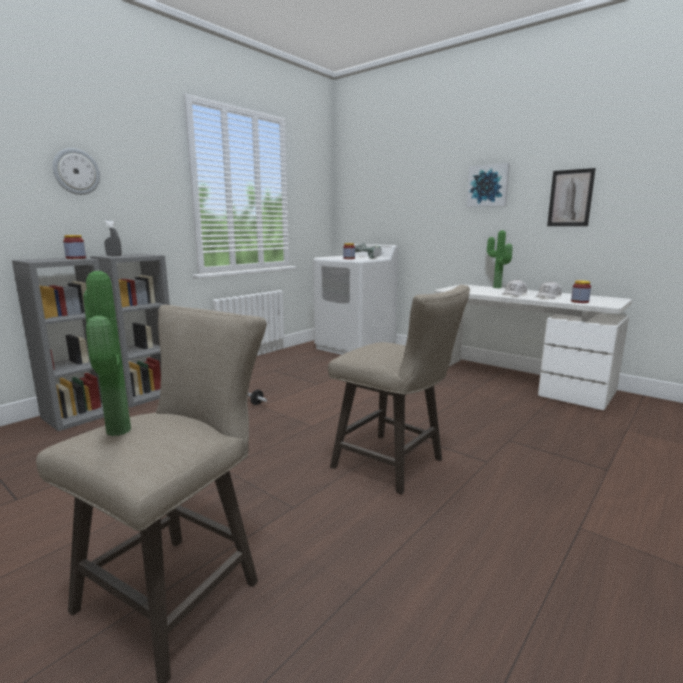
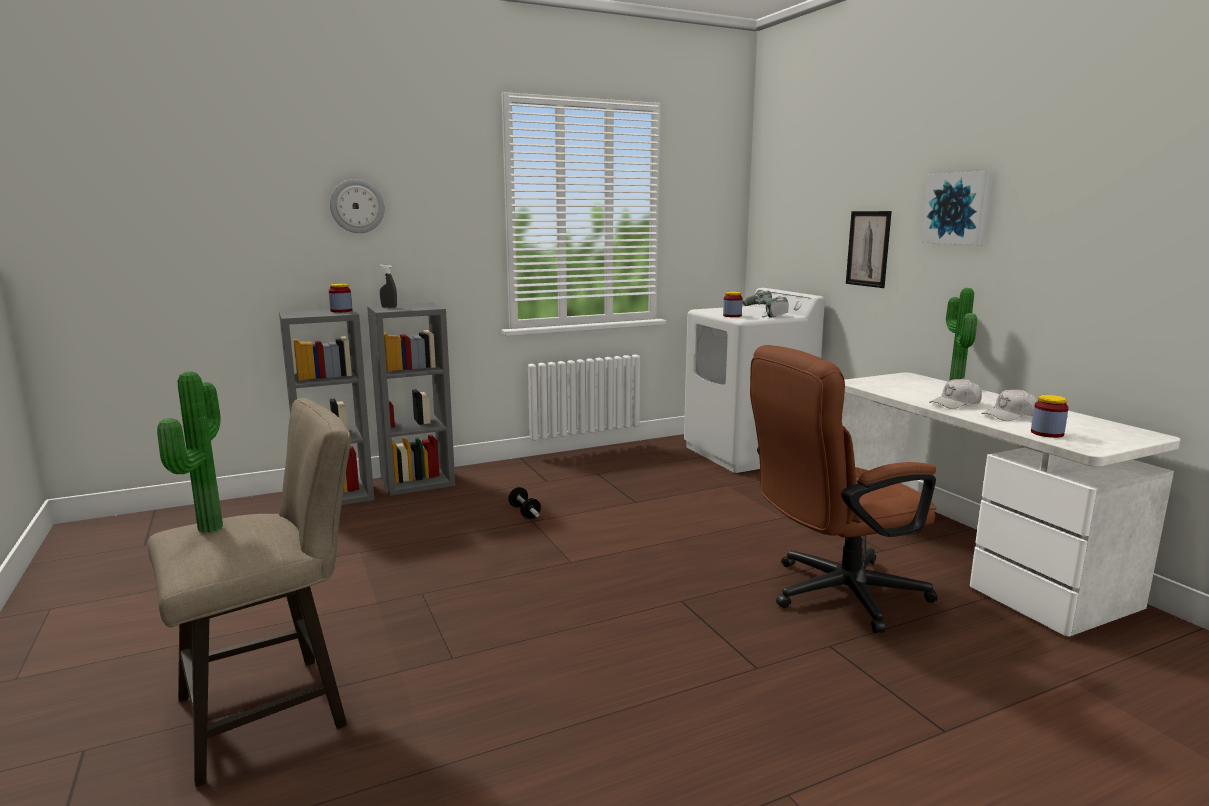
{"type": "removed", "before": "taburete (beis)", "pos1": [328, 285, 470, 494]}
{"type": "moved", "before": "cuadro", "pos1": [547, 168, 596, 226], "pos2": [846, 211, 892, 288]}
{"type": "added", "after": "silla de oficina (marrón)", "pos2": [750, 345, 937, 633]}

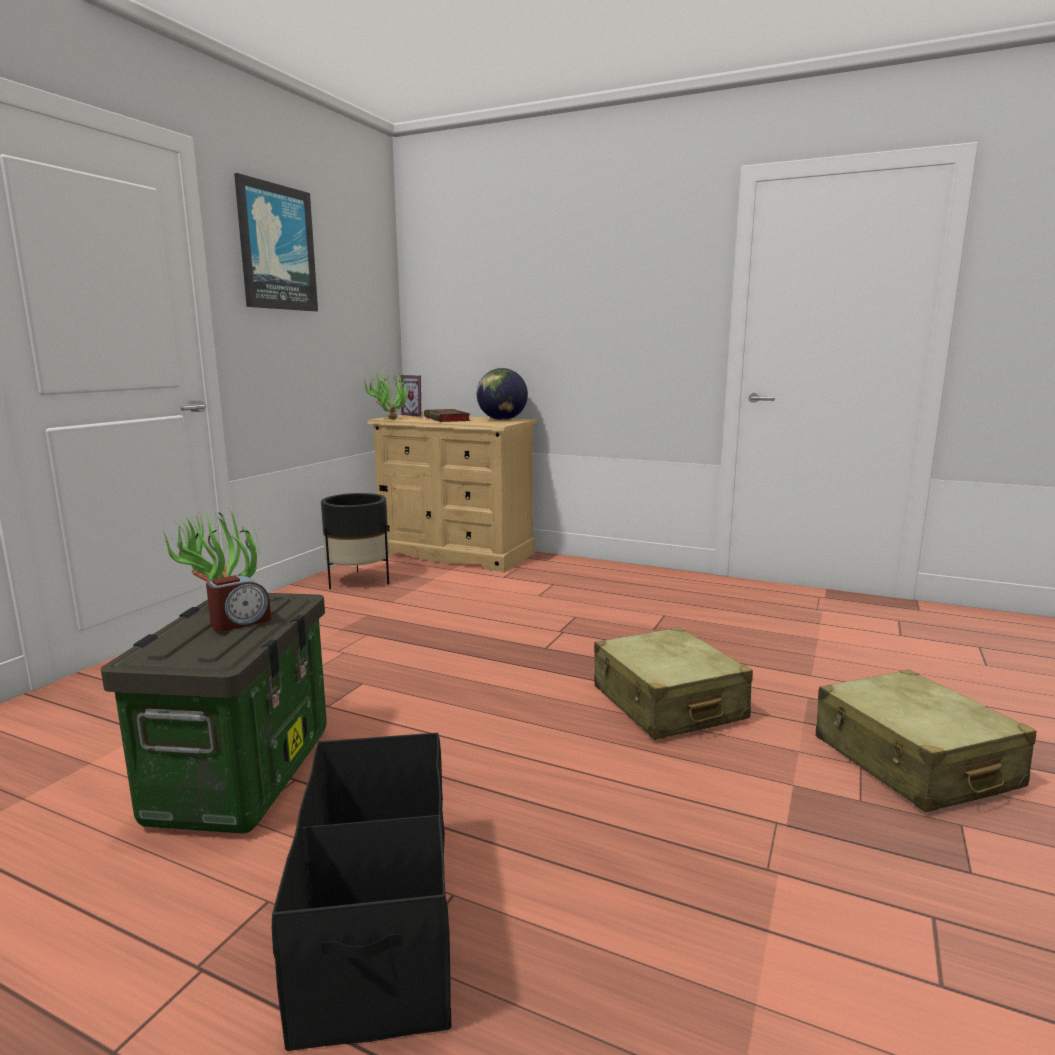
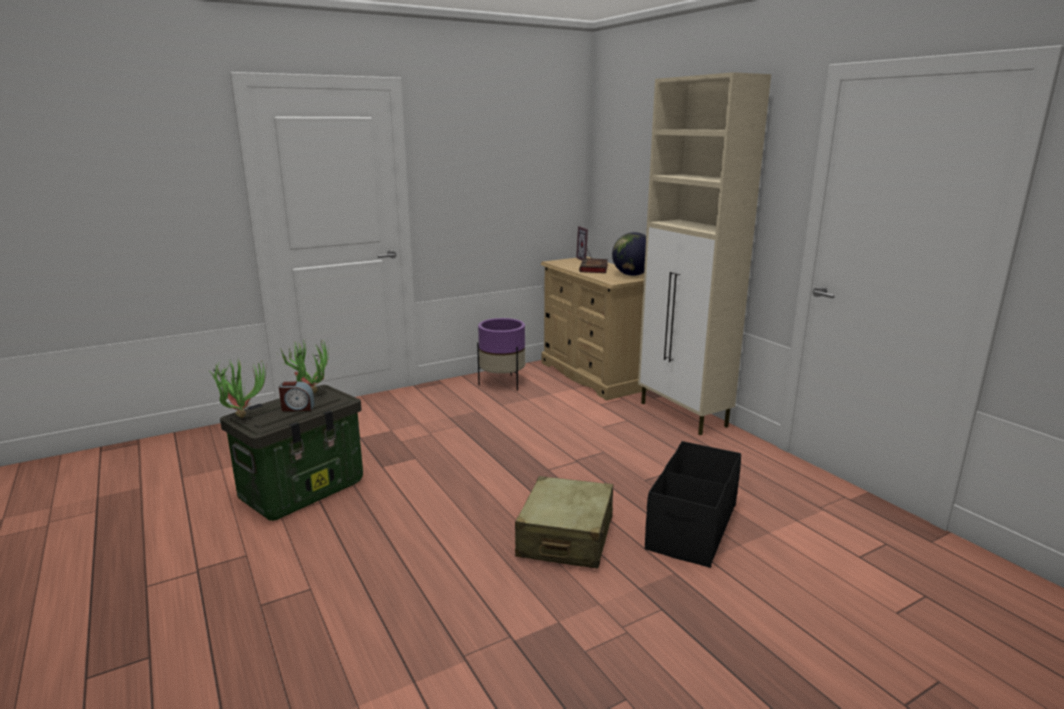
{"type": "removed", "before": "cuadro", "pos1": [234, 173, 318, 311]}
{"type": "moved", "before": "caja de almacenaje (negro)", "pos1": [272, 733, 452, 1051], "pos2": [645, 441, 741, 568]}
{"type": "recoloured", "before": "maceta (negro)", "after": "maceta (morado)", "pos1": [321, 493, 389, 589], "pos2": [477, 318, 525, 391]}
{"type": "moved", "before": "planta en maceta", "pos1": [364, 368, 407, 420], "pos2": [208, 360, 266, 418]}
{"type": "removed", "before": "maleta (beis)", "pos1": [816, 670, 1037, 812]}
{"type": "added", "after": "armario (beis)", "pos2": [638, 72, 771, 435]}

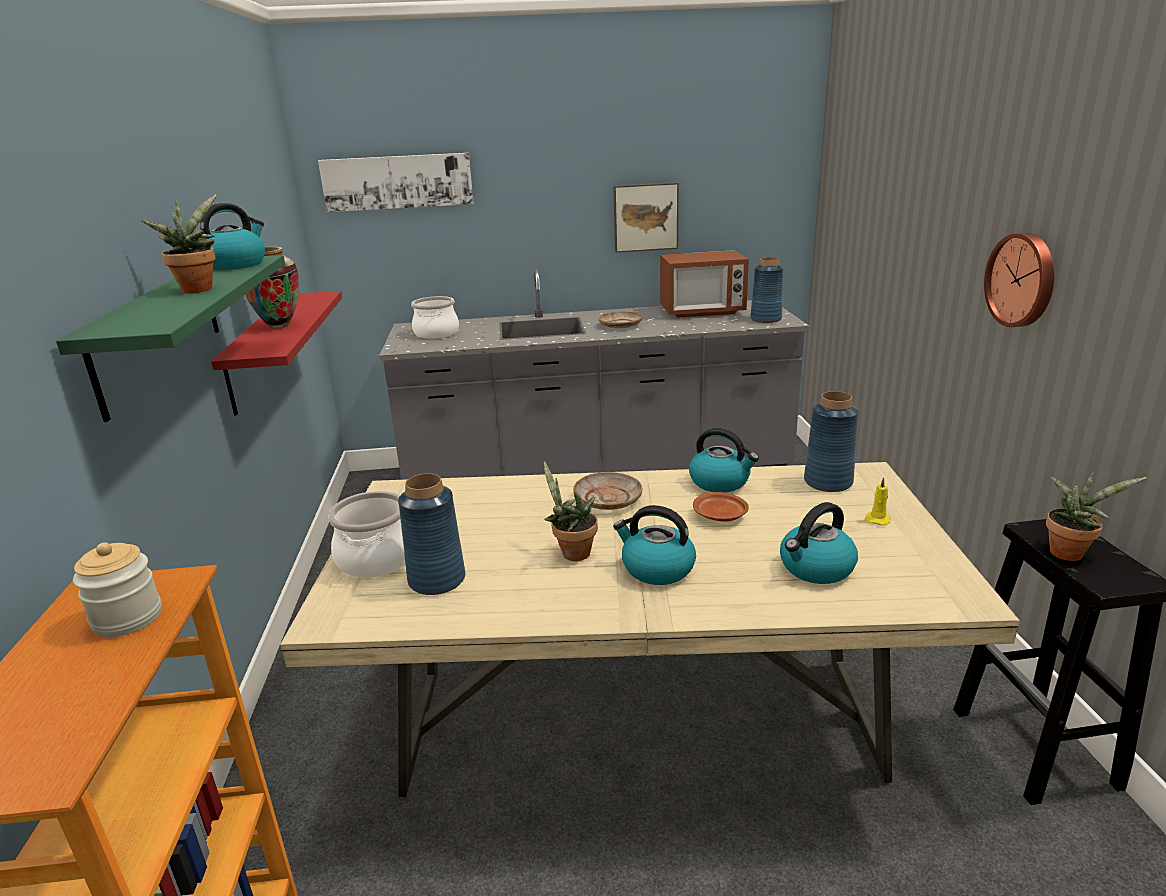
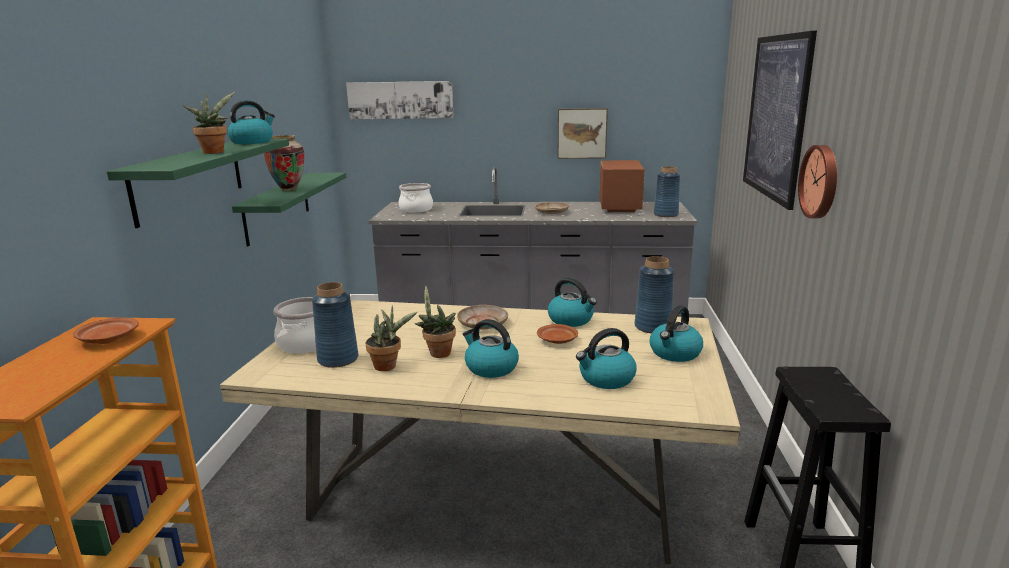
{"type": "replaced", "before": "tarro", "after": "plato (marrón)", "pos1": [73, 542, 162, 637], "pos2": [73, 317, 139, 344]}
{"type": "recoloured", "before": "estante (rojo)", "after": "estante (verde)", "pos1": [211, 291, 342, 416], "pos2": [232, 173, 346, 247]}
{"type": "turned", "before": "microondas", "pos1": [660, 250, 749, 318], "pos2": [599, 160, 645, 212], "turn": -90}
{"type": "replaced", "before": "vela (amarillo)", "after": "hervidor", "pos1": [865, 477, 891, 525], "pos2": [650, 305, 703, 362]}
{"type": "moved", "before": "planta en maceta", "pos1": [1046, 471, 1147, 561], "pos2": [365, 305, 417, 371]}
{"type": "added", "after": "cuadro", "pos2": [743, 31, 817, 210]}

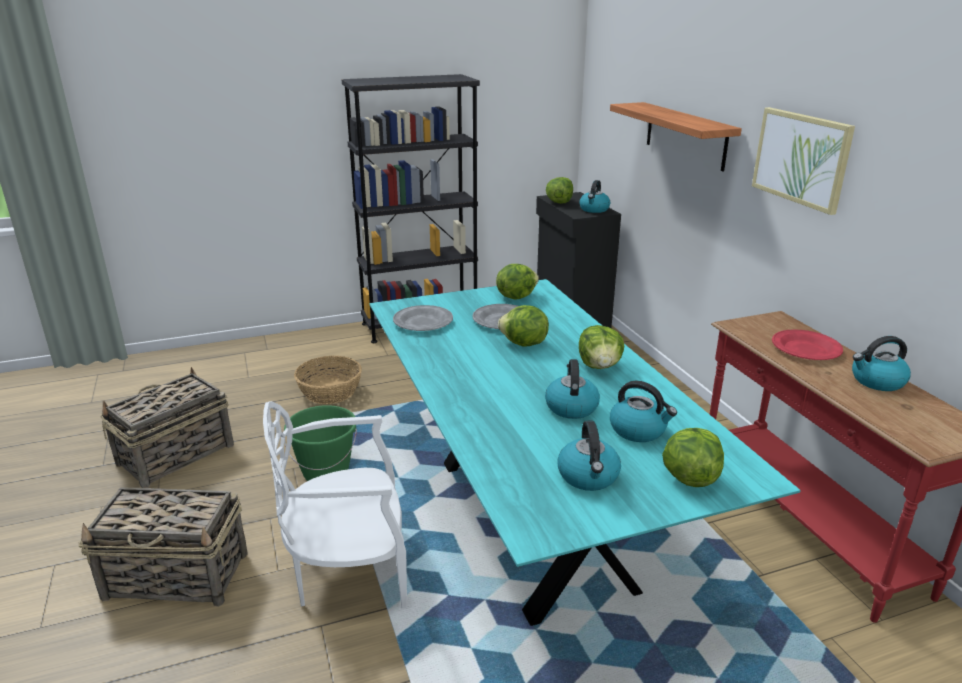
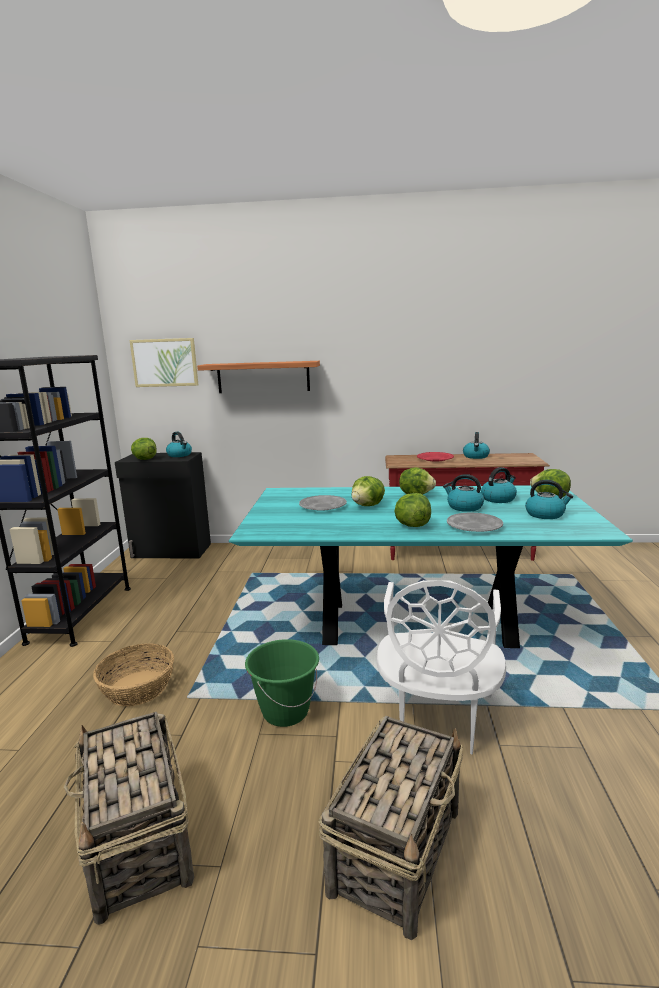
{"type": "moved", "before": "plato (gris)", "pos1": [393, 305, 453, 331], "pos2": [447, 513, 503, 532]}
{"type": "moved", "before": "lechuga", "pos1": [496, 264, 539, 300], "pos2": [394, 493, 431, 527]}
{"type": "moved", "before": "cuadro", "pos1": [752, 107, 855, 215], "pos2": [130, 338, 198, 387]}

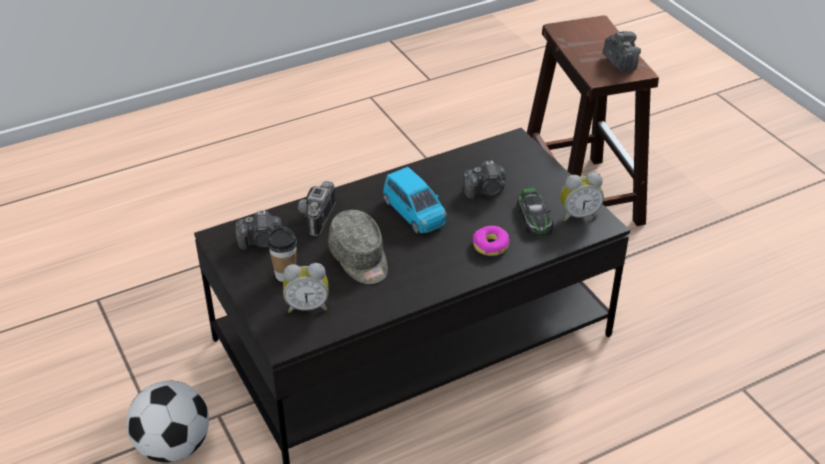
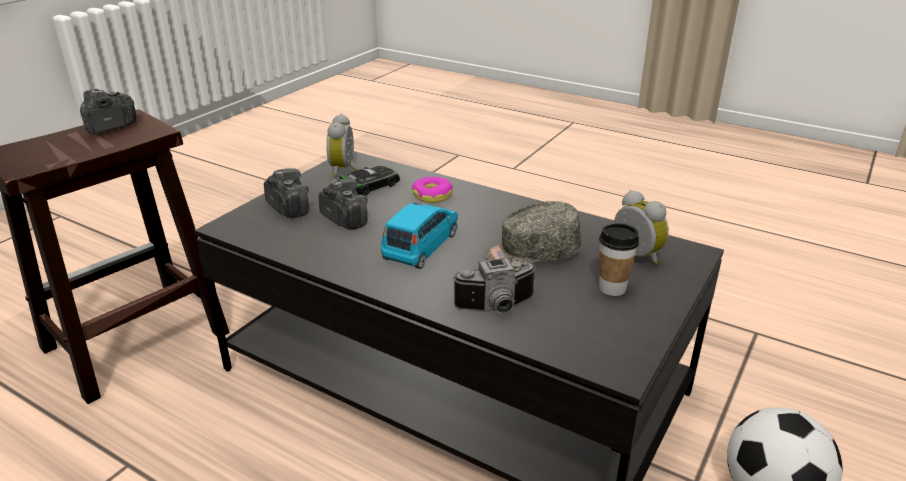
{"type": "moved", "before": "cámara", "pos1": [235, 210, 282, 250], "pos2": [264, 168, 309, 218]}
{"type": "turned", "before": "gorra (gris)", "pos1": [328, 210, 388, 284], "pos2": [484, 201, 581, 263], "turn": -135}
{"type": "turned", "before": "despertador", "pos1": [560, 172, 604, 221], "pos2": [326, 114, 357, 177], "turn": -135}

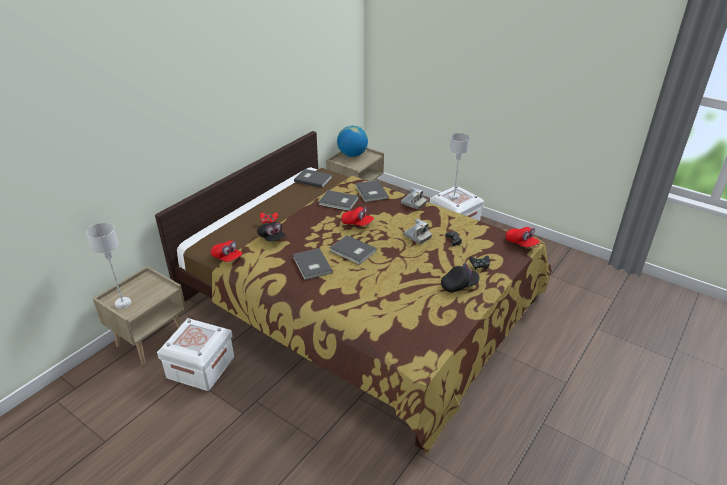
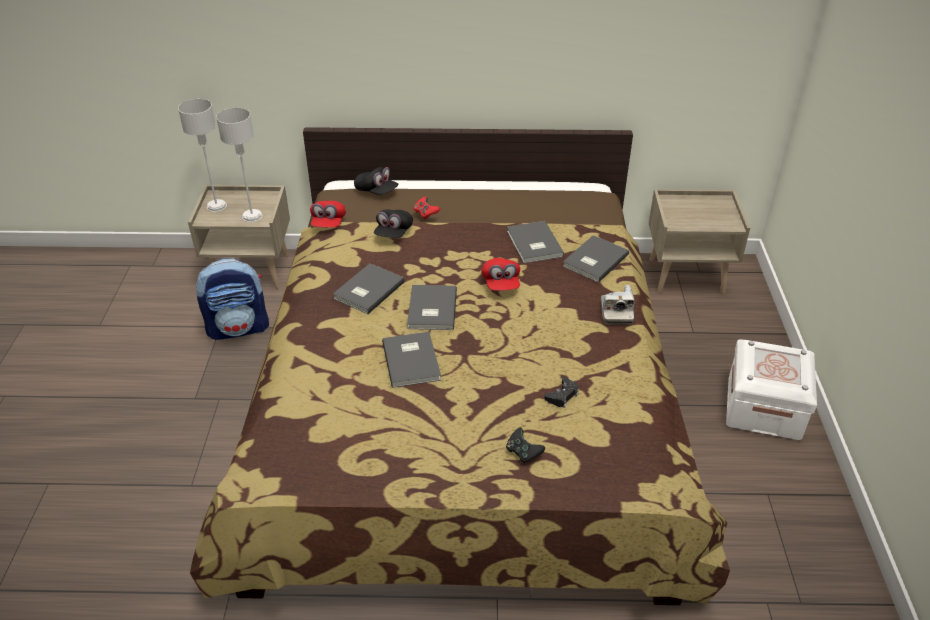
{"type": "replaced", "before": "caja de almacenaje (blanco)", "after": "mochila", "pos1": [157, 318, 234, 391], "pos2": [196, 258, 269, 340]}
{"type": "moved", "before": "libro (gris)", "pos1": [294, 169, 332, 188], "pos2": [382, 332, 441, 388]}
{"type": "removed", "before": "globo terráqueo", "pos1": [337, 126, 368, 157]}
{"type": "removed", "before": "cámara", "pos1": [404, 219, 432, 244]}
{"type": "moved", "before": "gorra (negro)", "pos1": [441, 263, 479, 293], "pos2": [354, 167, 399, 195]}
{"type": "moved", "before": "lámpara de mesa (gris)", "pos1": [448, 133, 470, 200], "pos2": [216, 108, 262, 222]}
{"type": "removed", "before": "gorra (rojo)", "pos1": [505, 227, 540, 247]}

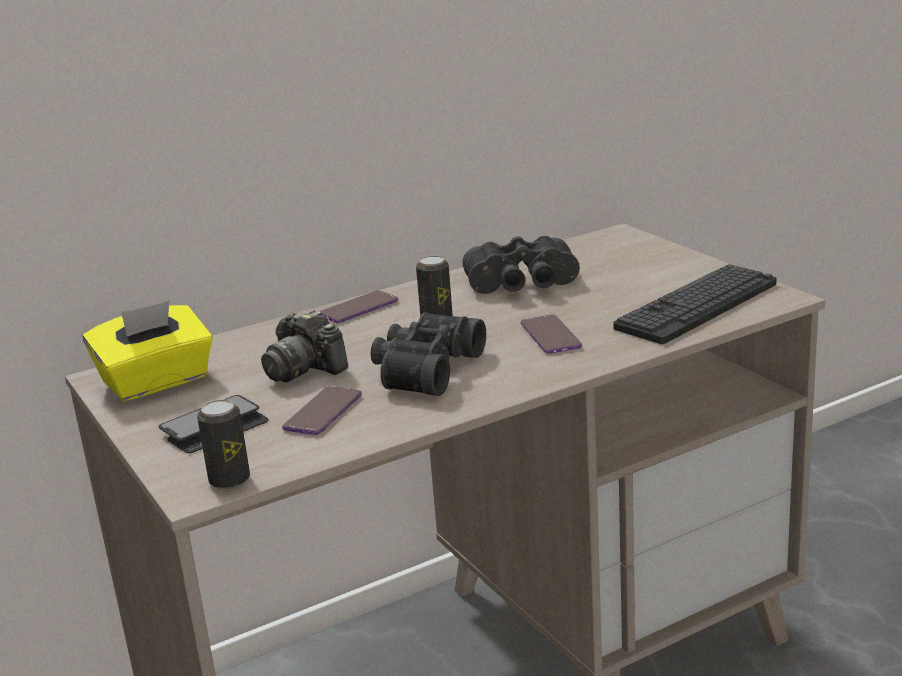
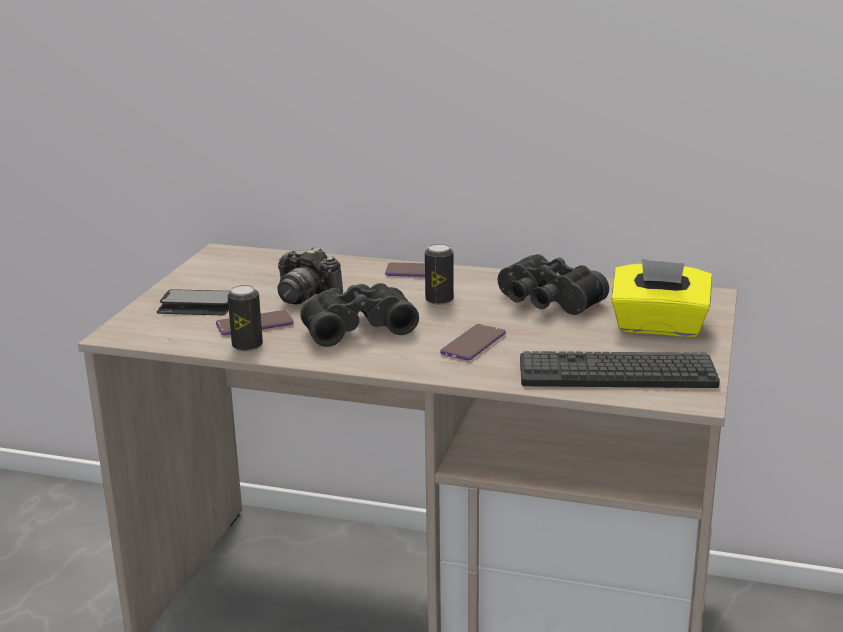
{"type": "moved", "before": "caja de pañuelos (amarillo)", "pos1": [83, 300, 213, 402], "pos2": [611, 259, 712, 337]}
{"type": "moved", "before": "lata", "pos1": [197, 400, 250, 489], "pos2": [227, 285, 263, 351]}
{"type": "turned", "before": "cámara", "pos1": [261, 310, 349, 382], "pos2": [278, 247, 343, 305], "turn": -60}

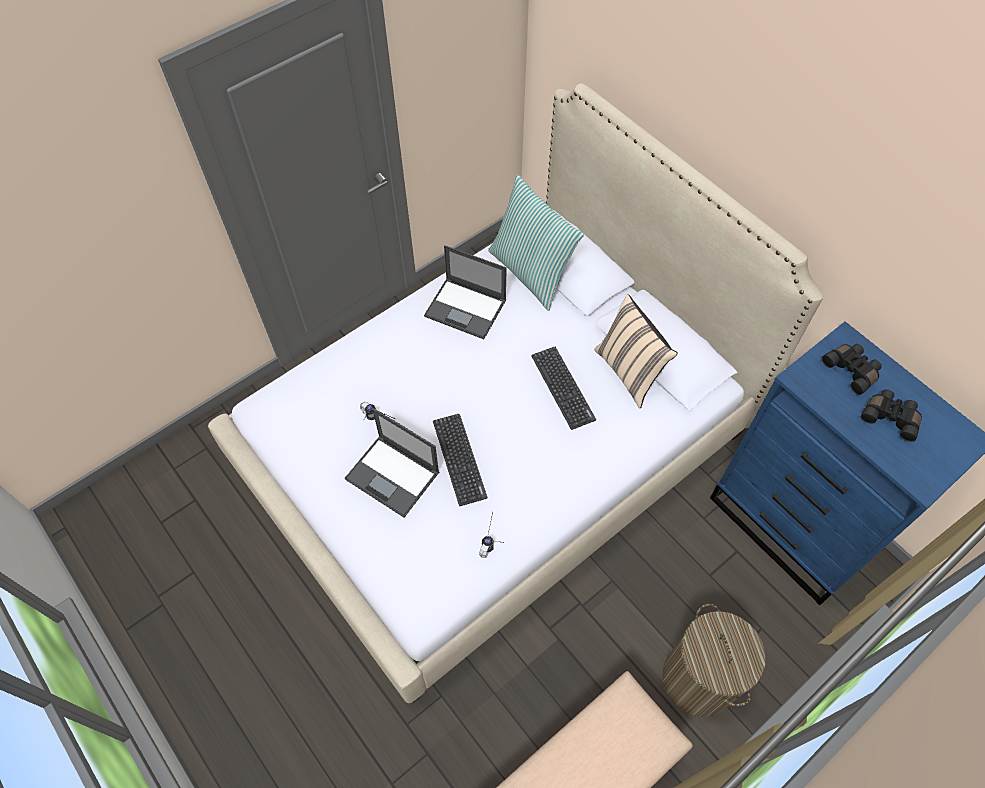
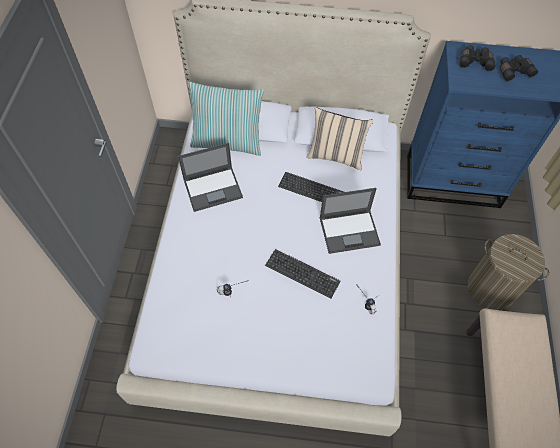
{"type": "moved", "before": "portátil", "pos1": [345, 408, 439, 517], "pos2": [320, 188, 381, 254]}

